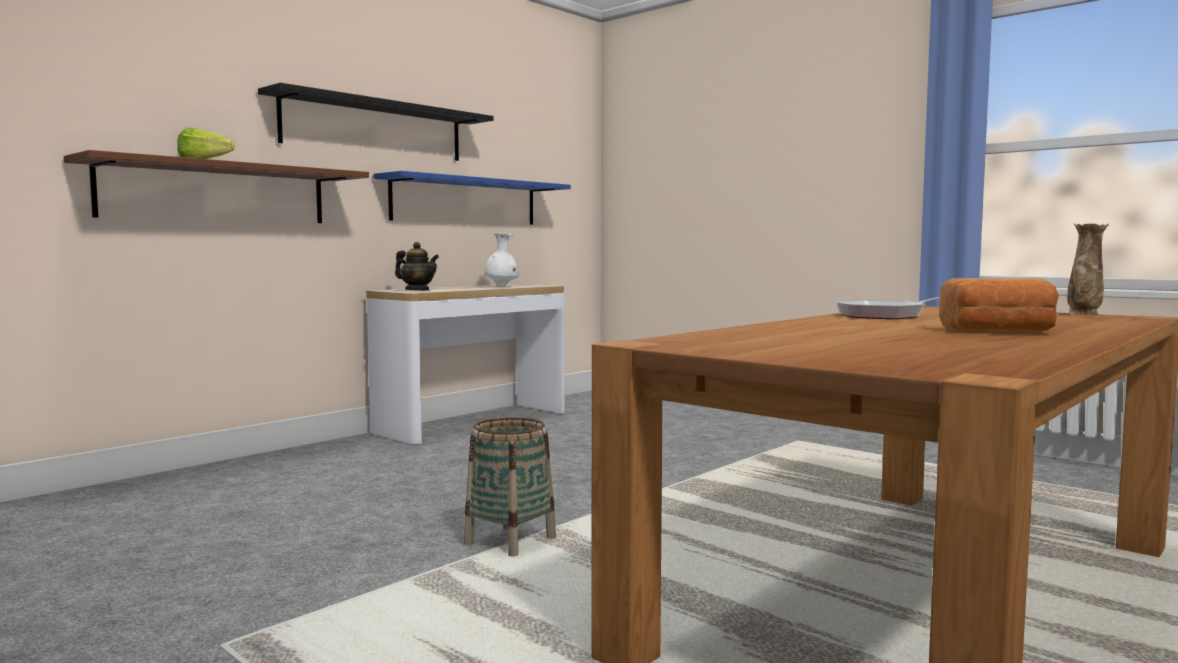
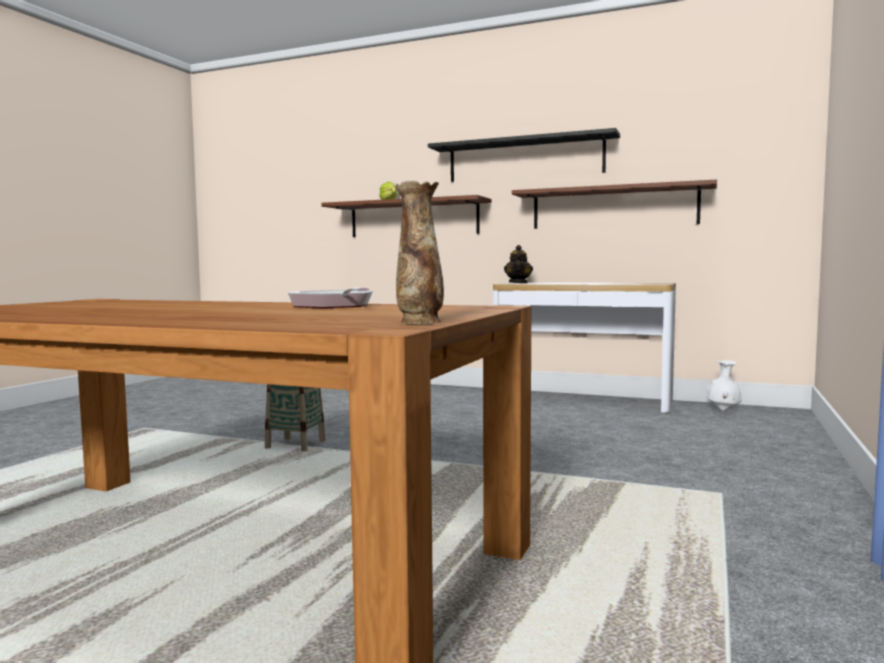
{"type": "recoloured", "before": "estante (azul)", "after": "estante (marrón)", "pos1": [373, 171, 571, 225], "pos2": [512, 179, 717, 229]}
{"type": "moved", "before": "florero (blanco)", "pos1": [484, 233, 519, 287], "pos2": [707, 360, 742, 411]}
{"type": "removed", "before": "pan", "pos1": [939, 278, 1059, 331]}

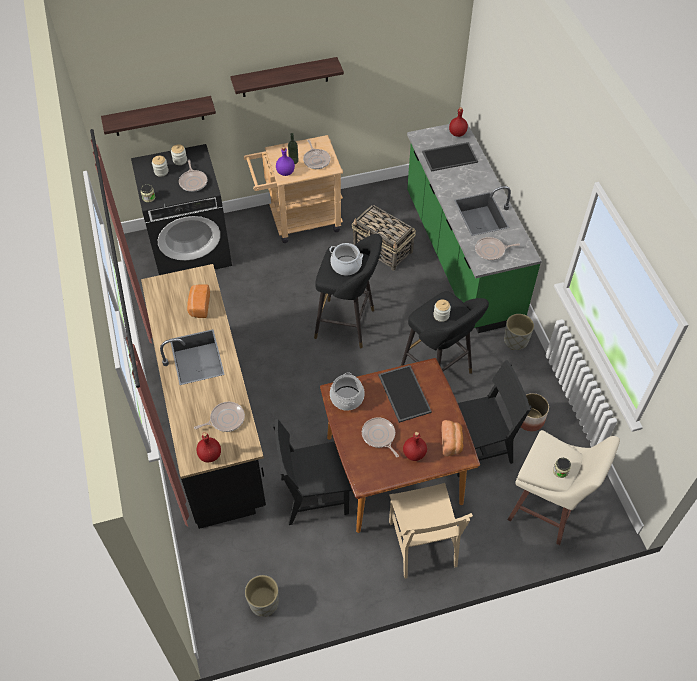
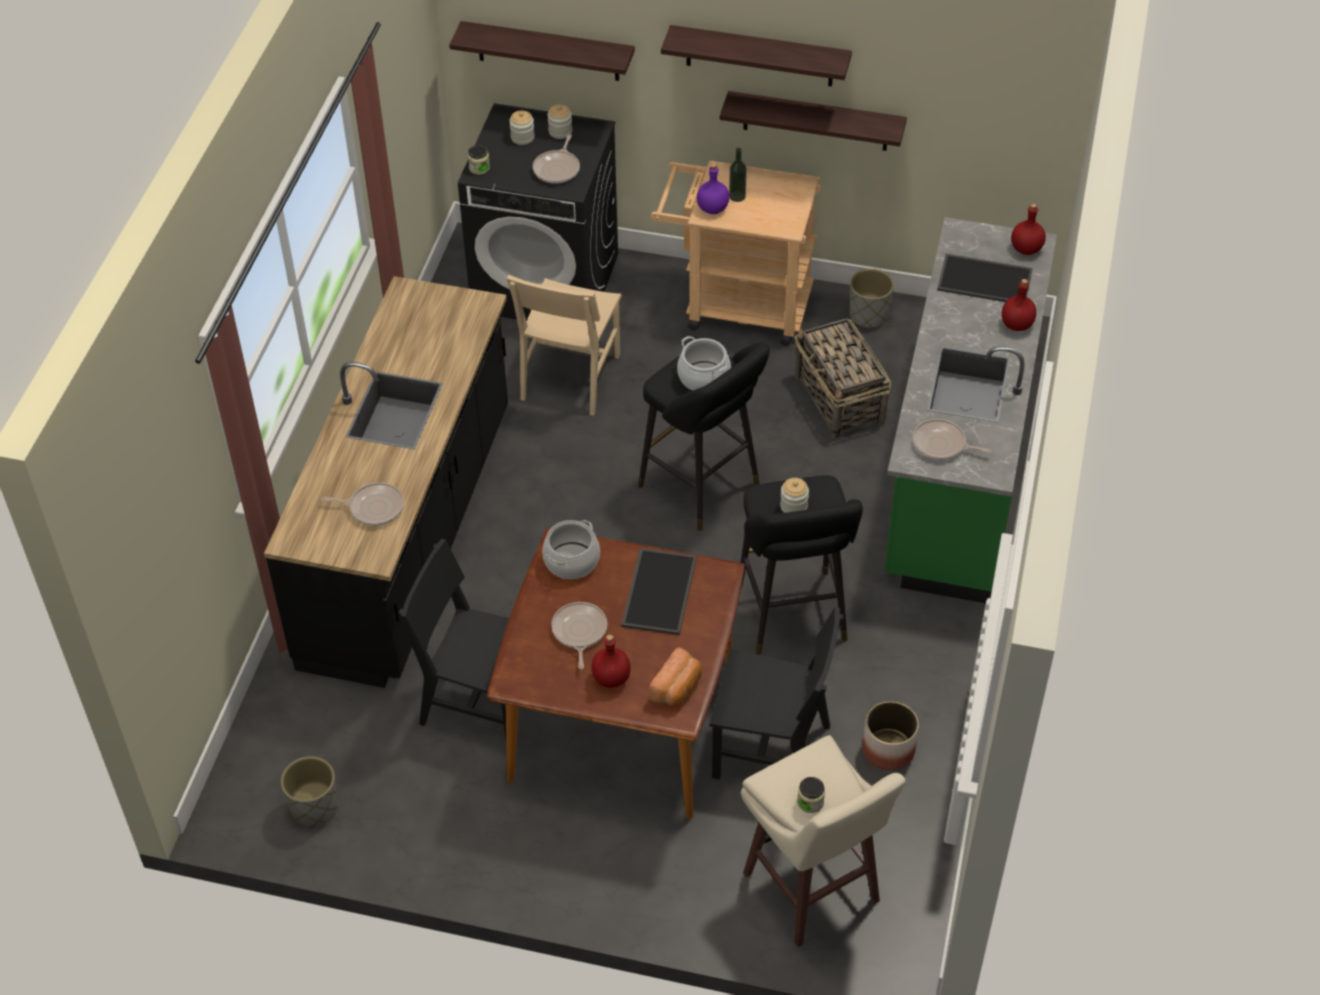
{"type": "removed", "before": "pan", "pos1": [187, 284, 210, 318]}
{"type": "moved", "before": "botella (rojo)", "pos1": [196, 432, 221, 462], "pos2": [1002, 279, 1036, 331]}
{"type": "removed", "before": "sartén", "pos1": [303, 140, 330, 169]}
{"type": "moved", "before": "silla (beis)", "pos1": [389, 483, 473, 579], "pos2": [506, 275, 622, 416]}
{"type": "moved", "before": "maceta (gris)", "pos1": [504, 314, 534, 350], "pos2": [850, 269, 894, 328]}
{"type": "added", "after": "estante", "pos2": [720, 91, 907, 151]}

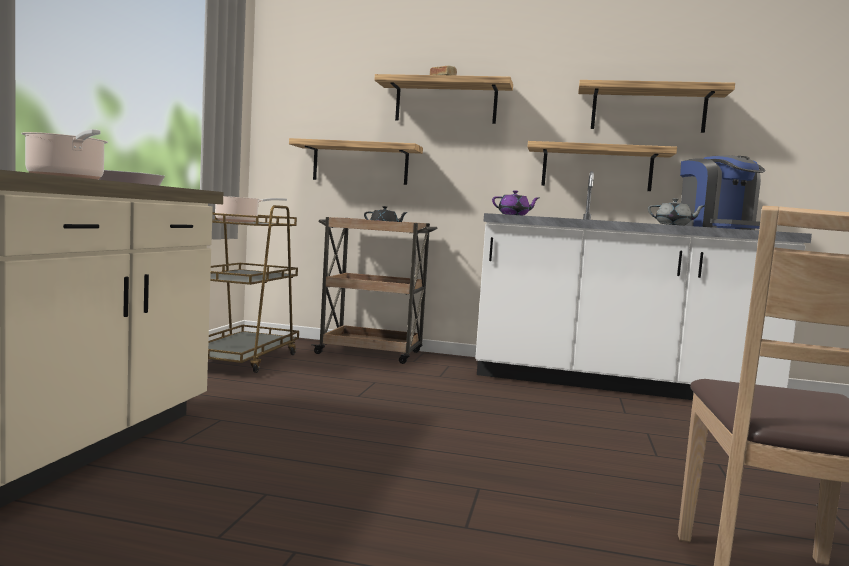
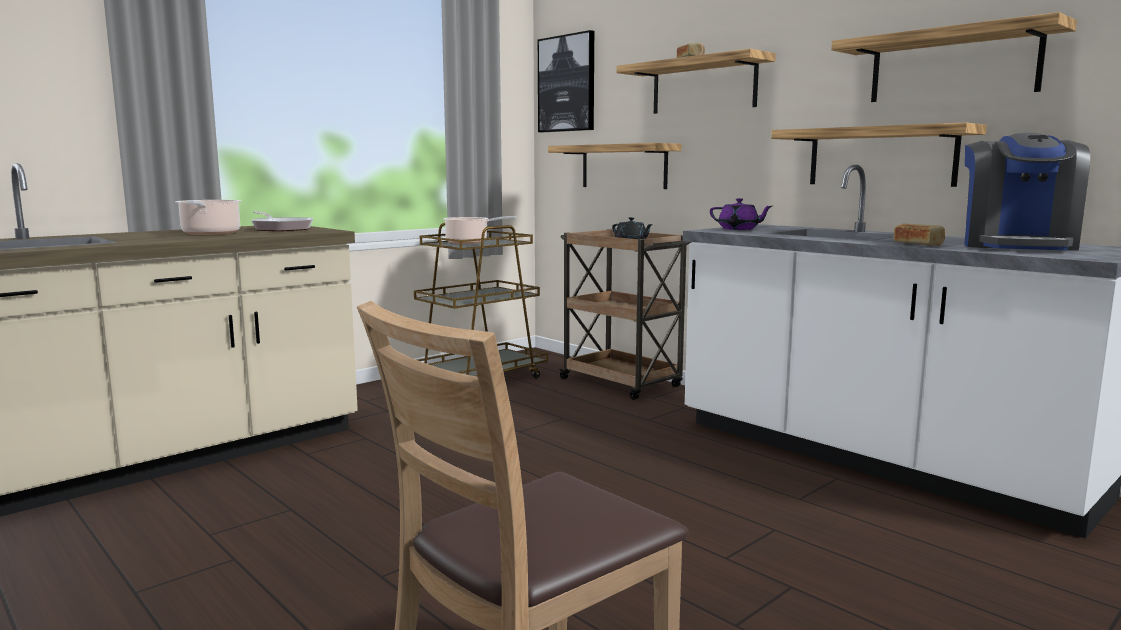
{"type": "replaced", "before": "tetera (gris)", "after": "pan", "pos1": [648, 198, 705, 225], "pos2": [893, 223, 946, 246]}
{"type": "added", "after": "cuadro", "pos2": [538, 30, 594, 132]}

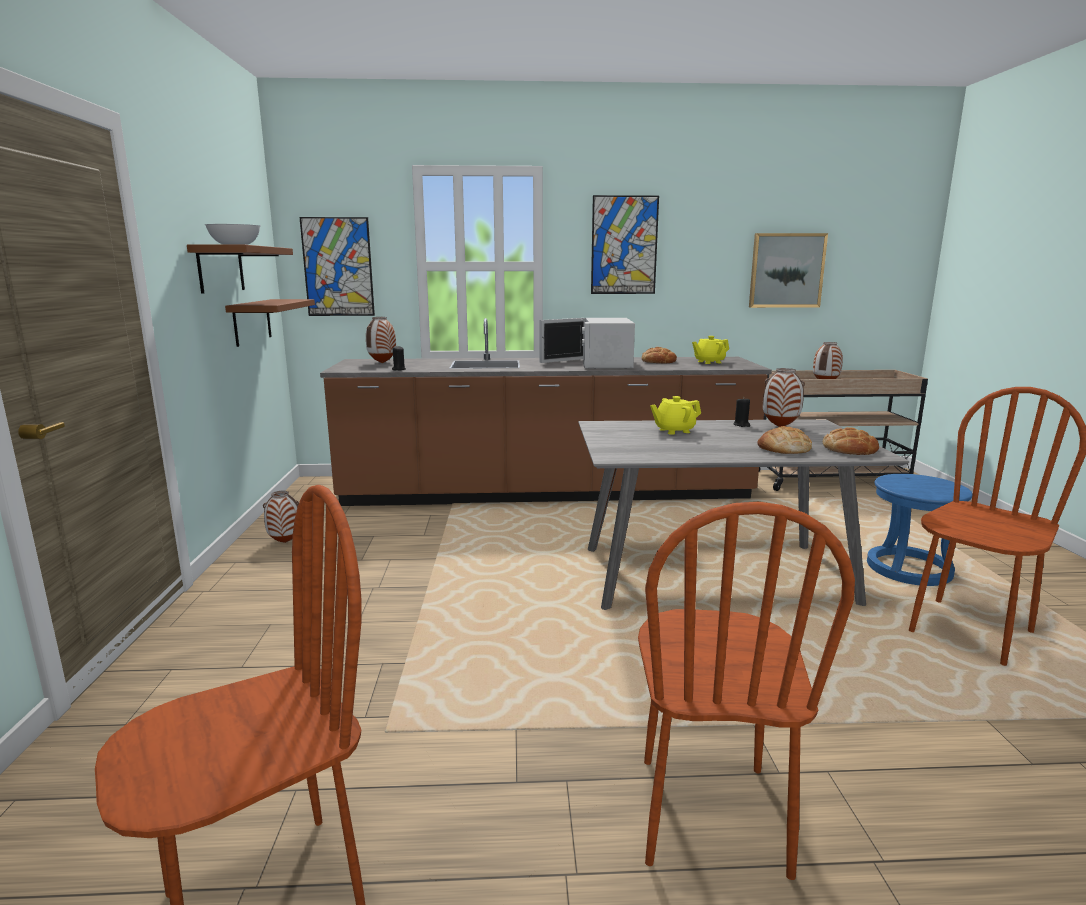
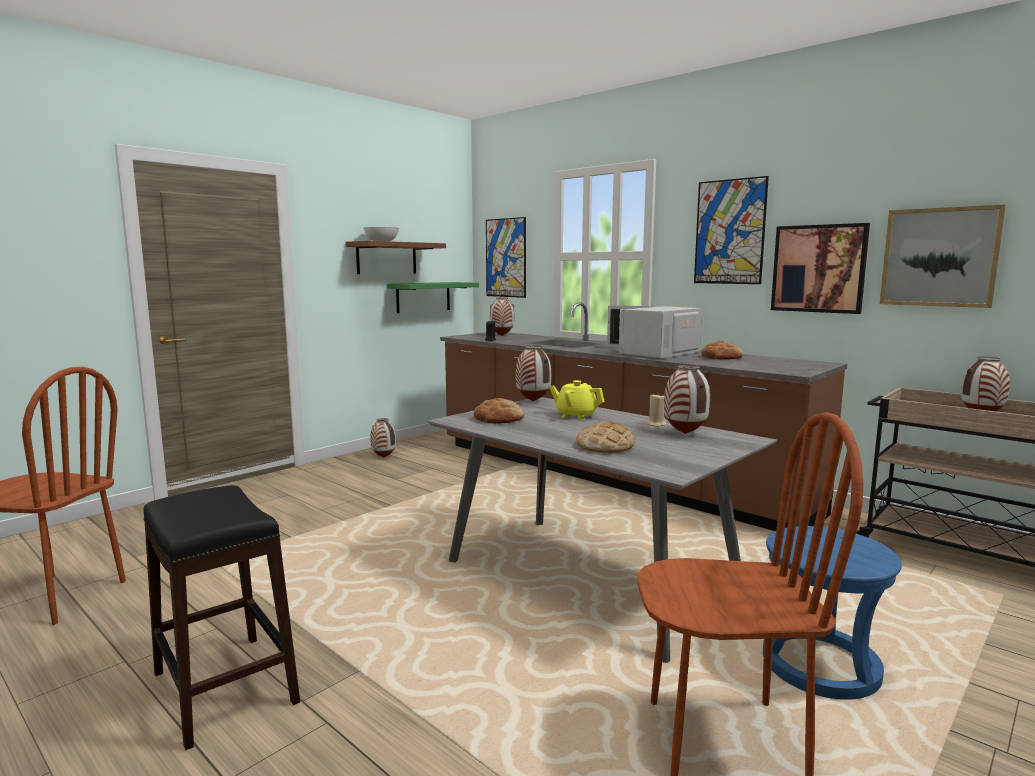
{"type": "recoloured", "before": "estante (marrón)", "after": "estante (verde)", "pos1": [225, 299, 315, 347], "pos2": [387, 282, 479, 313]}
{"type": "replaced", "before": "silla (marrón)", "after": "taburete (negro)", "pos1": [638, 502, 855, 880], "pos2": [143, 485, 300, 750]}
{"type": "removed", "before": "tetera (amarillo)", "pos1": [692, 336, 729, 364]}
{"type": "recoloured", "before": "vela (negro)", "after": "vela (beis)", "pos1": [733, 398, 750, 427], "pos2": [647, 395, 667, 427]}
{"type": "moved", "before": "pan", "pos1": [823, 427, 879, 455], "pos2": [474, 398, 525, 424]}
{"type": "added", "after": "florero", "pos2": [516, 345, 551, 401]}
{"type": "added", "after": "cuadro", "pos2": [771, 223, 870, 314]}

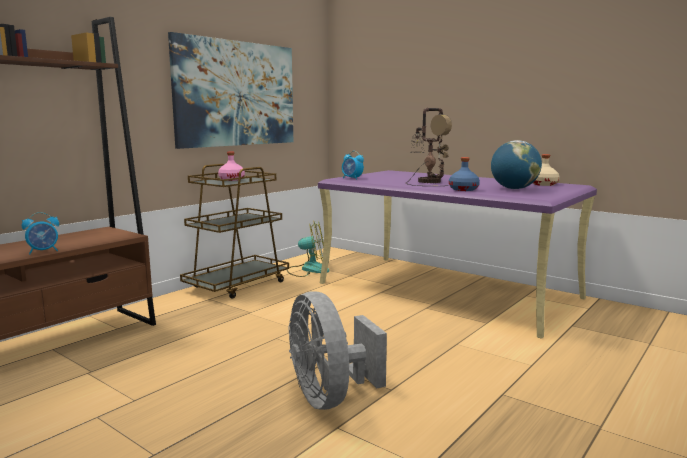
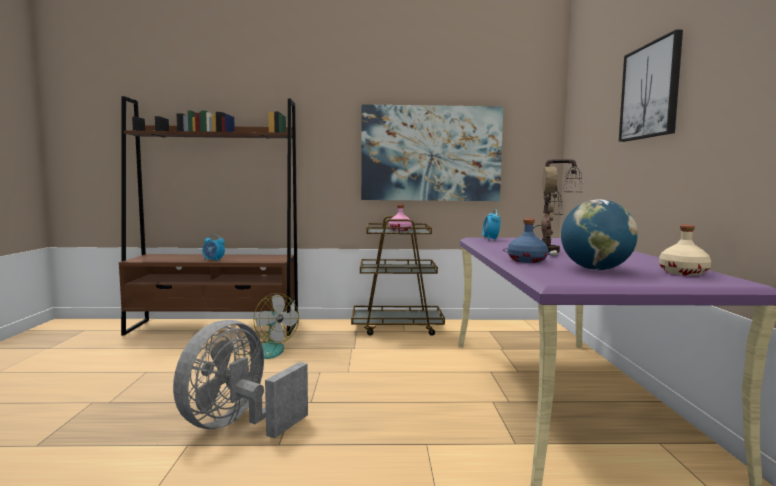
{"type": "moved", "before": "ventilador", "pos1": [287, 220, 329, 277], "pos2": [235, 293, 299, 359]}
{"type": "added", "after": "cuadro", "pos2": [619, 30, 683, 142]}

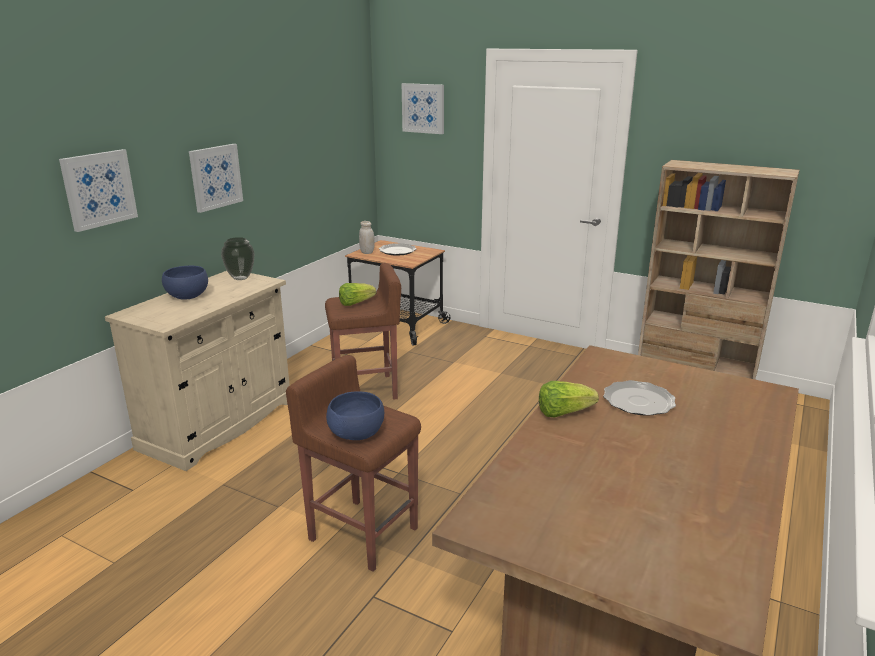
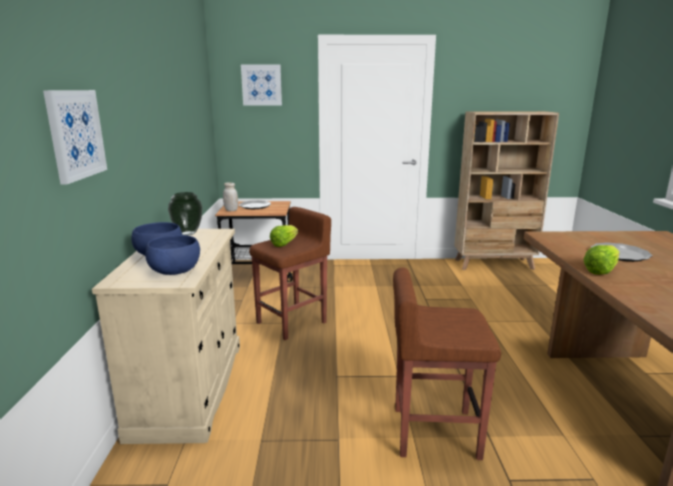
{"type": "removed", "before": "cuadro", "pos1": [189, 144, 243, 213]}
{"type": "moved", "before": "cuenco (azul)", "pos1": [326, 391, 384, 440], "pos2": [145, 235, 200, 275]}

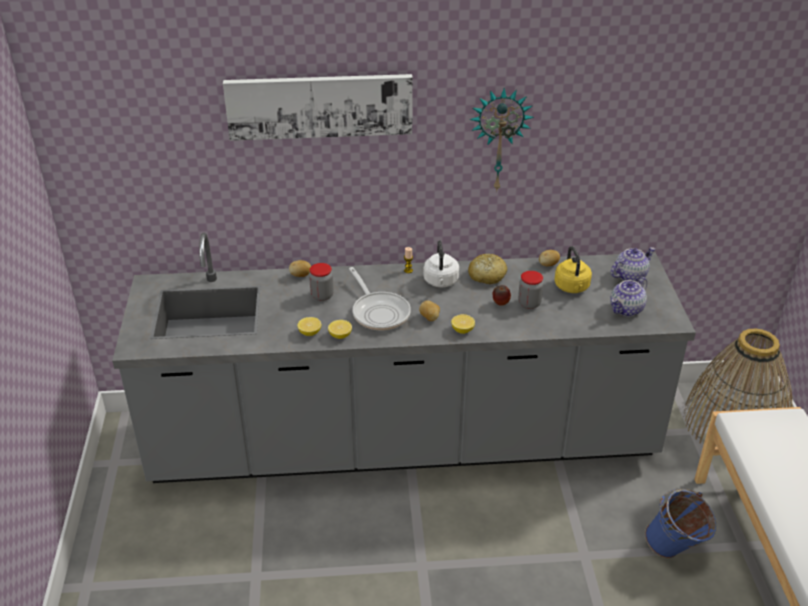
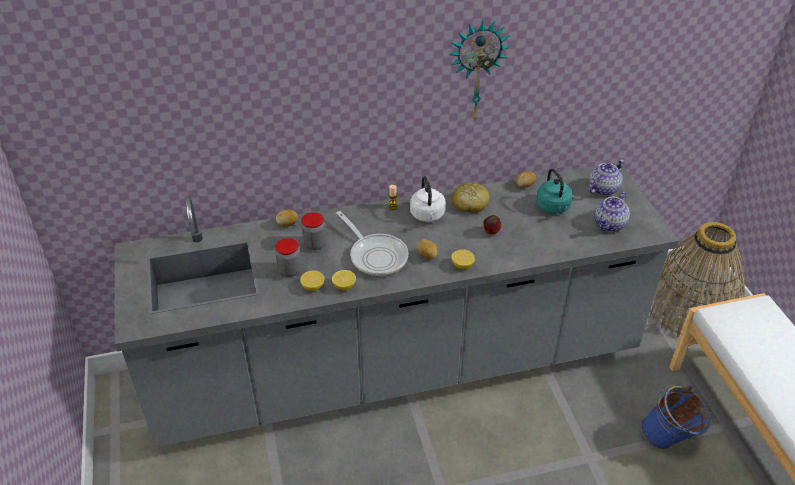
{"type": "removed", "before": "cuadro", "pos1": [223, 74, 413, 141]}
{"type": "moved", "before": "tarro", "pos1": [518, 271, 544, 309], "pos2": [275, 238, 302, 277]}
{"type": "recoloured", "before": "hervidor (amarillo)", "after": "hervidor (turquesa)", "pos1": [554, 246, 592, 293], "pos2": [536, 168, 572, 214]}

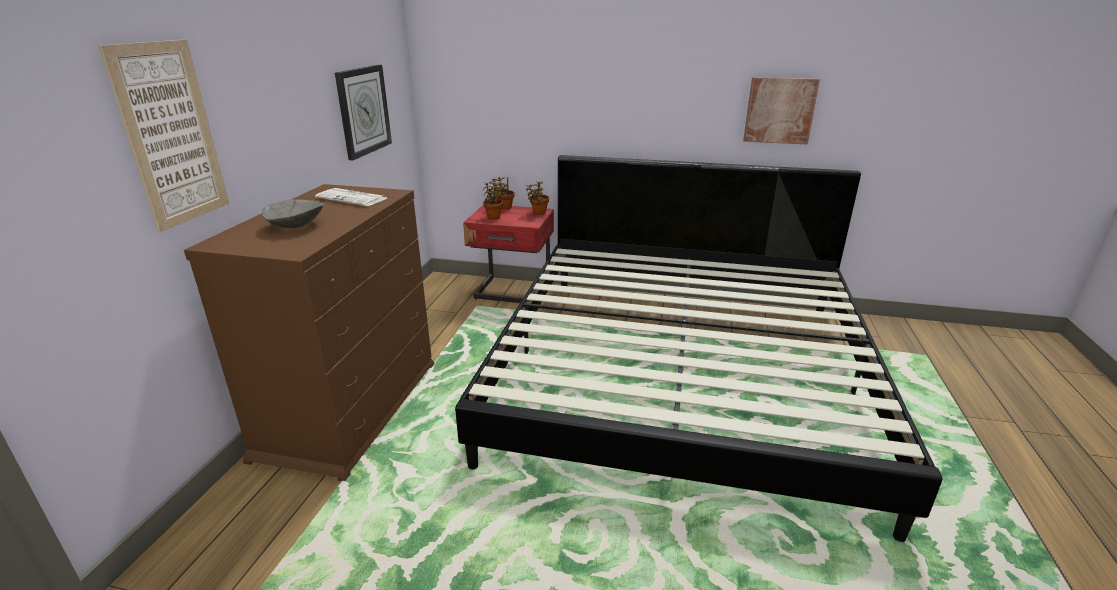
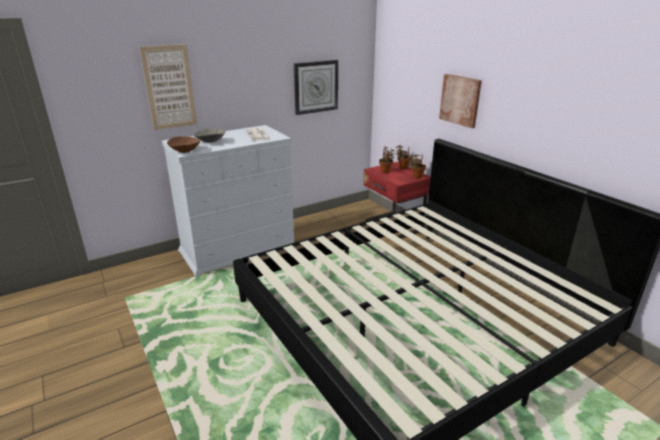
{"type": "recoloured", "before": "cómoda (marrón)", "after": "cómoda (blanco)", "pos1": [184, 184, 434, 481], "pos2": [162, 125, 294, 277]}
{"type": "moved", "before": "cuadro", "pos1": [743, 77, 820, 145], "pos2": [439, 74, 482, 128]}
{"type": "added", "after": "cuenco (marrón)", "pos2": [167, 136, 201, 153]}

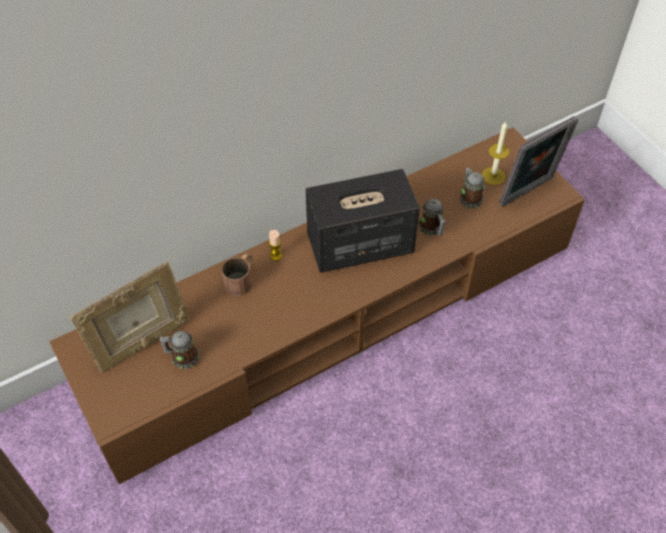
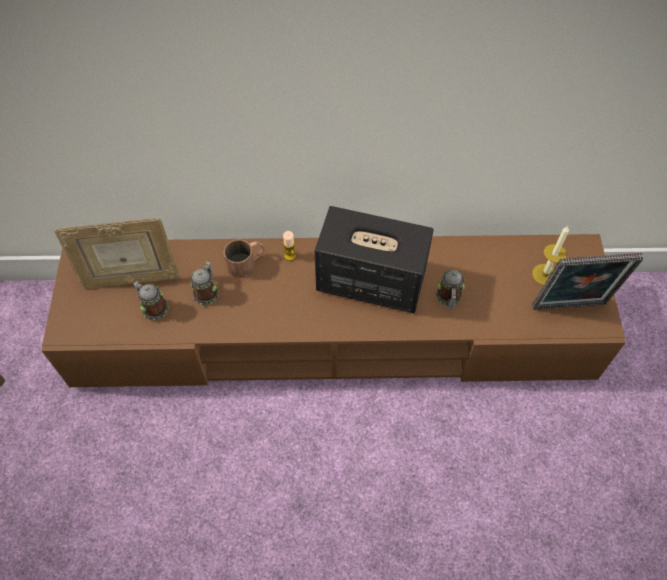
{"type": "moved", "before": "taza grande", "pos1": [460, 167, 485, 209], "pos2": [190, 261, 219, 305]}

